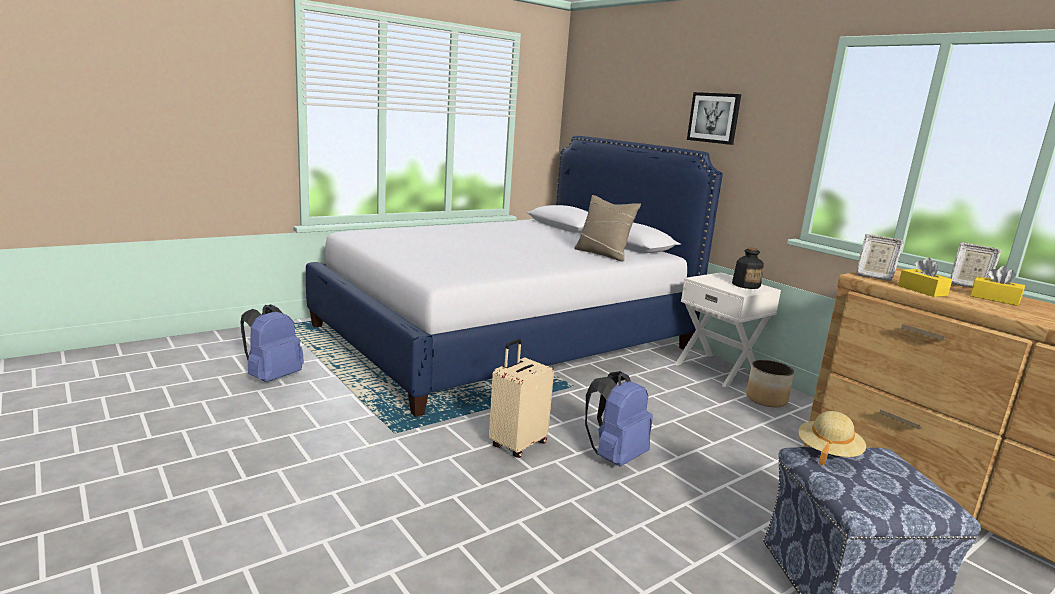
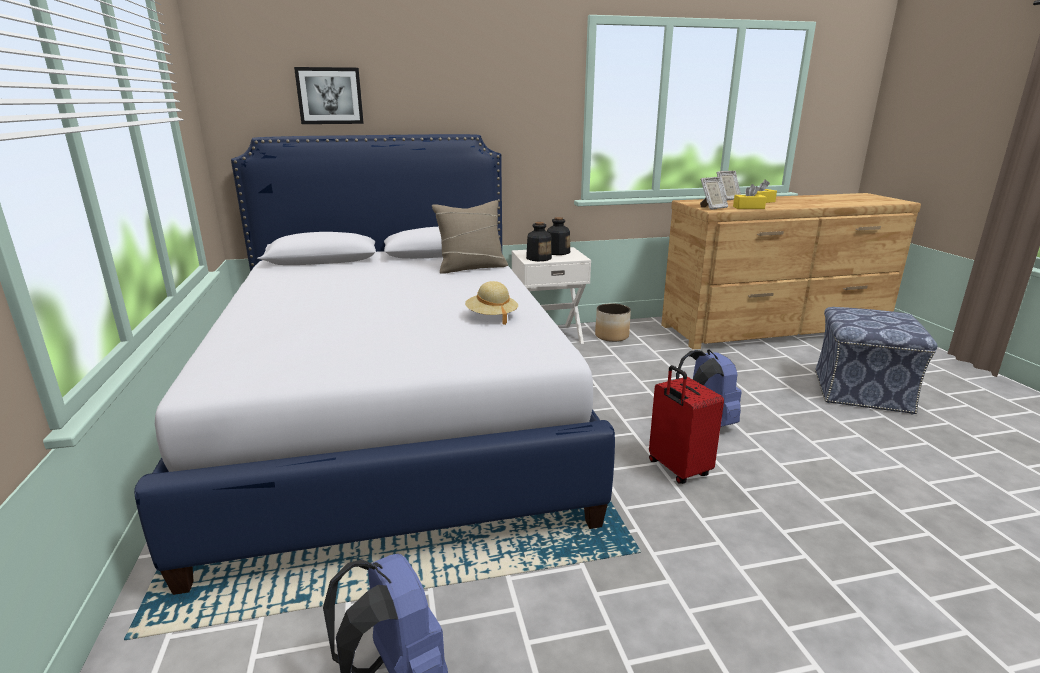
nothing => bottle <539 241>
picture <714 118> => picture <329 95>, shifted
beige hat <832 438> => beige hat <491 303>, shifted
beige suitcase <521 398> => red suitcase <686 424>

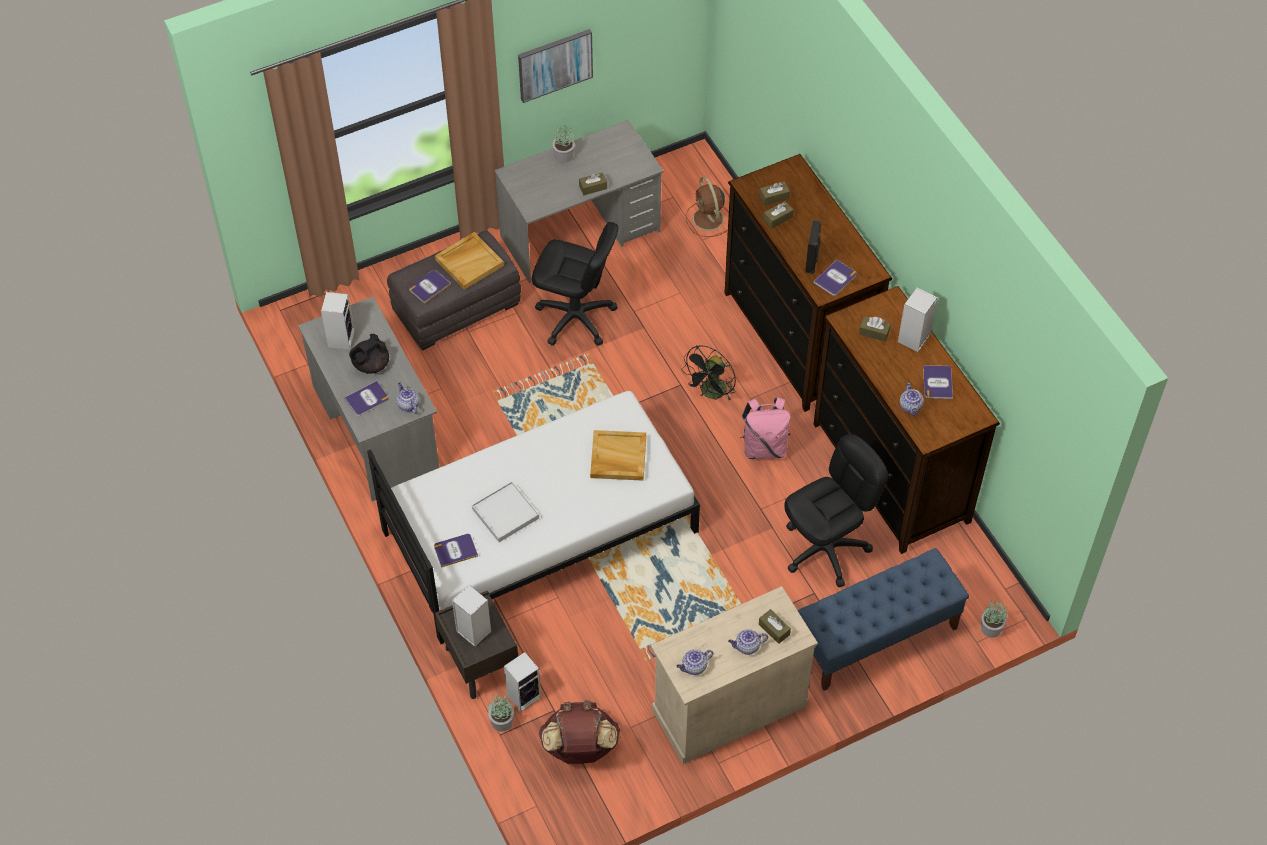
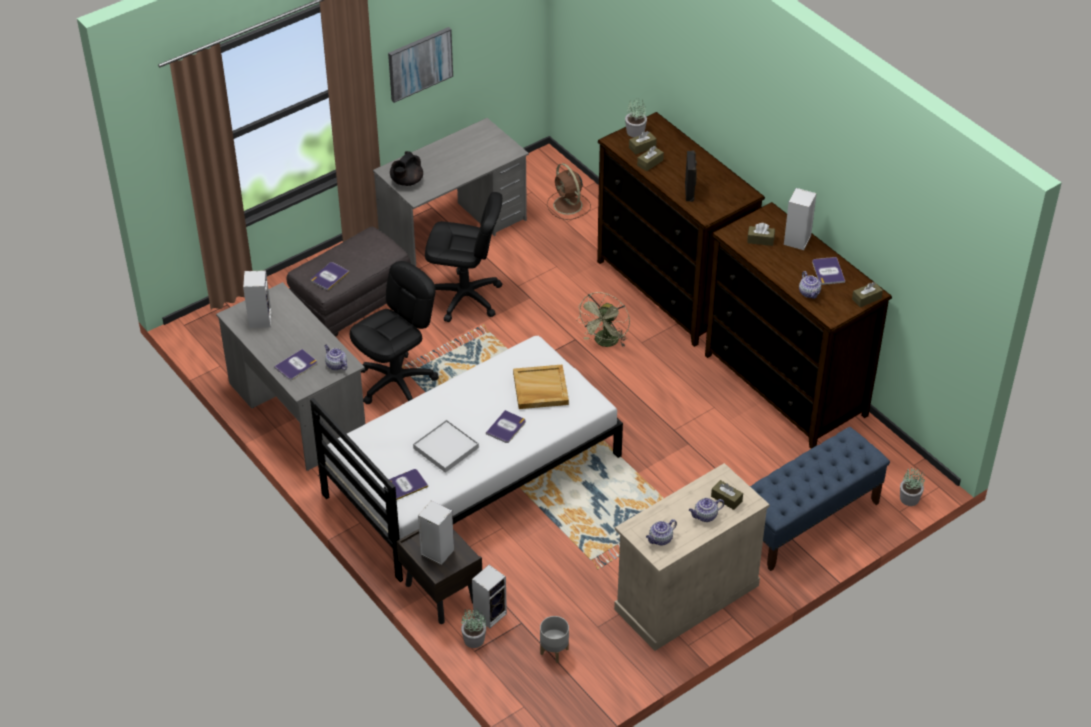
beige tray <469 261> => nothing
pink backpack <765 428> => nothing
black teapot <369 354> => black teapot <406 168>, shifted
potted plant <563 144> => potted plant <636 117>, shifted
brown tissue box <593 183> => brown tissue box <867 294>, shifted
black office chair <836 510> => black office chair <394 332>, shifted
book <835 278> => book <506 426>, shifted
brown backpack <579 732> => grey planter <554 639>
black fan <708 373> => green fan <603 319>

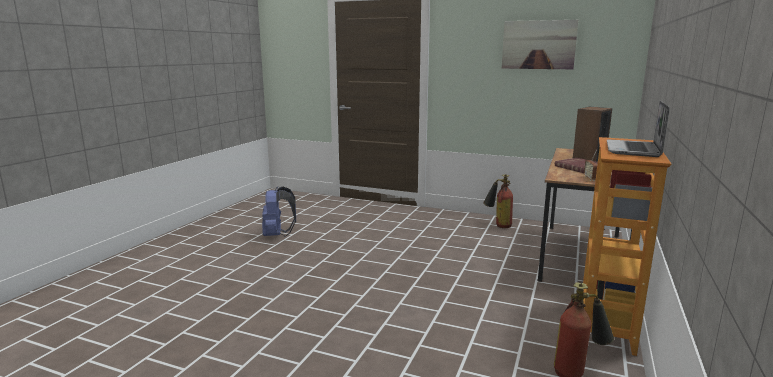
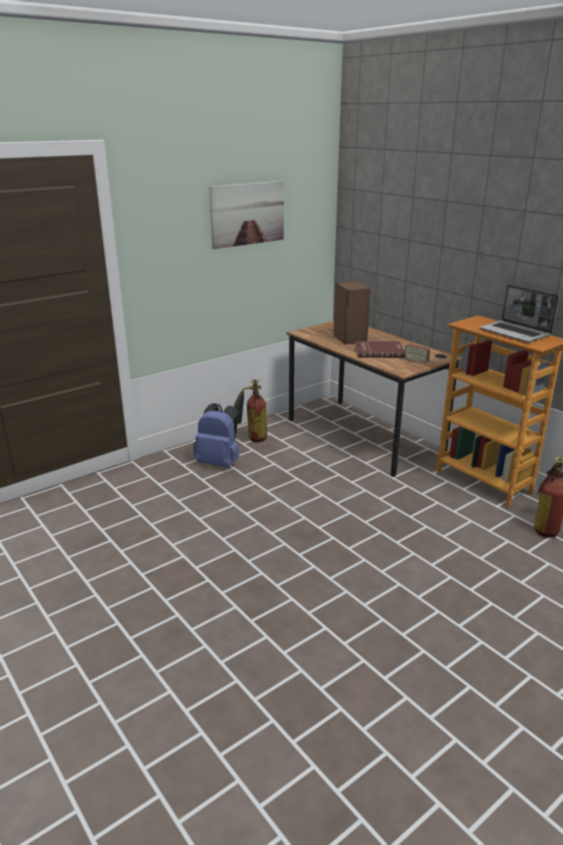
blue backpack <279 211> => blue backpack <216 435>, shifted

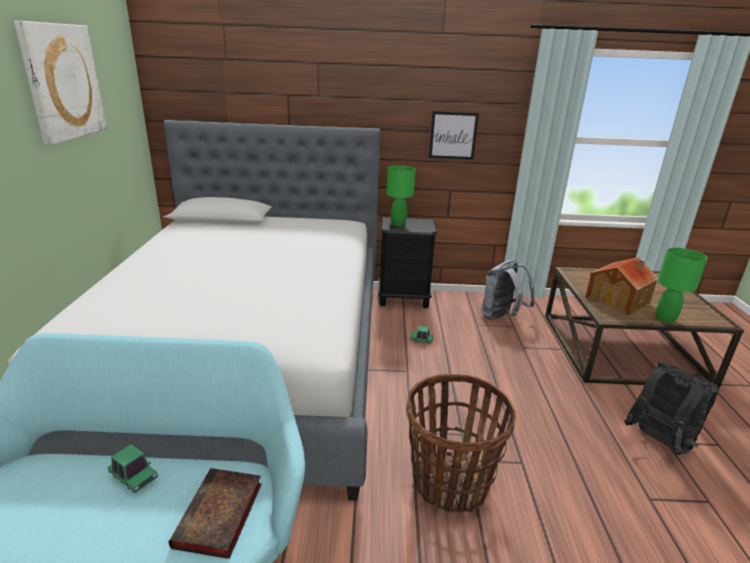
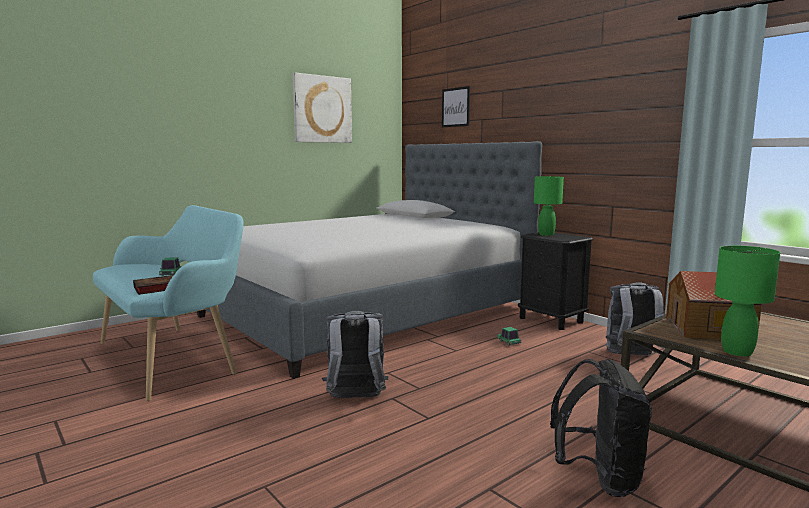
picture <454 135> => picture <456 106>, shifted
basket <461 443> => grey backpack <355 354>

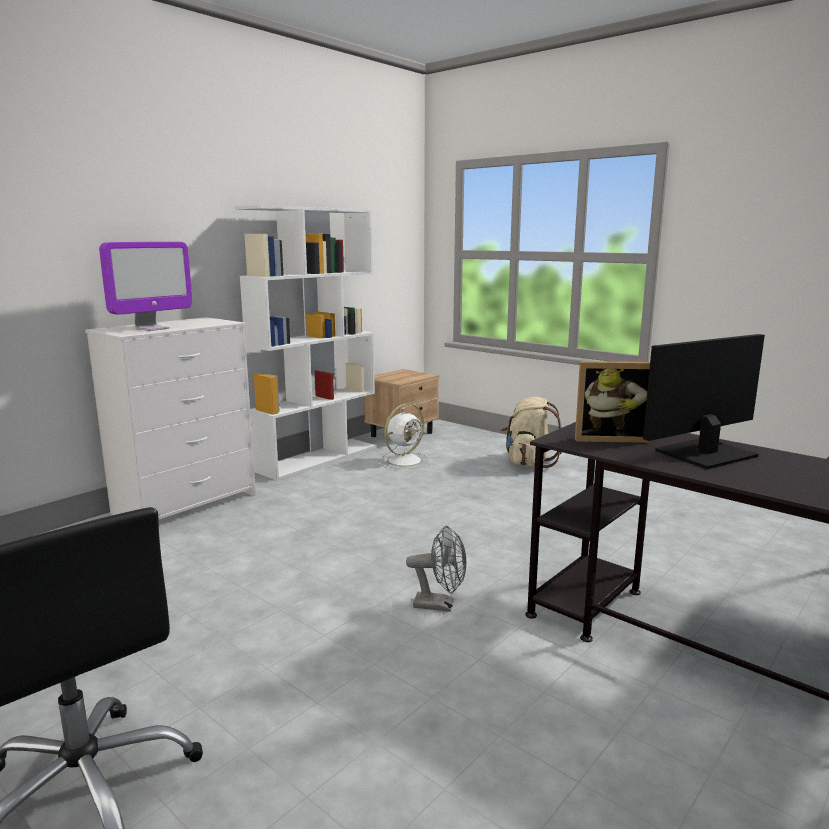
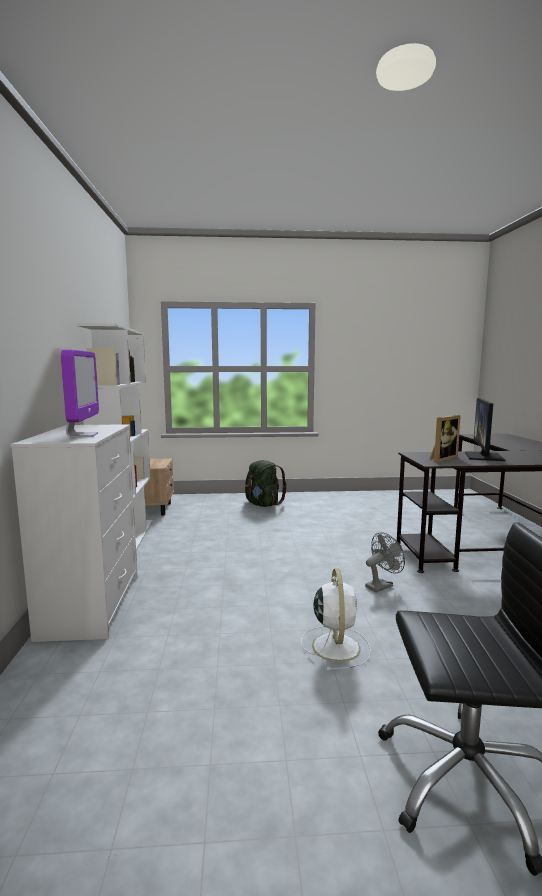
white fan <404 436> => white fan <336 620>, shifted
beige backpack <531 432> => green backpack <266 483>

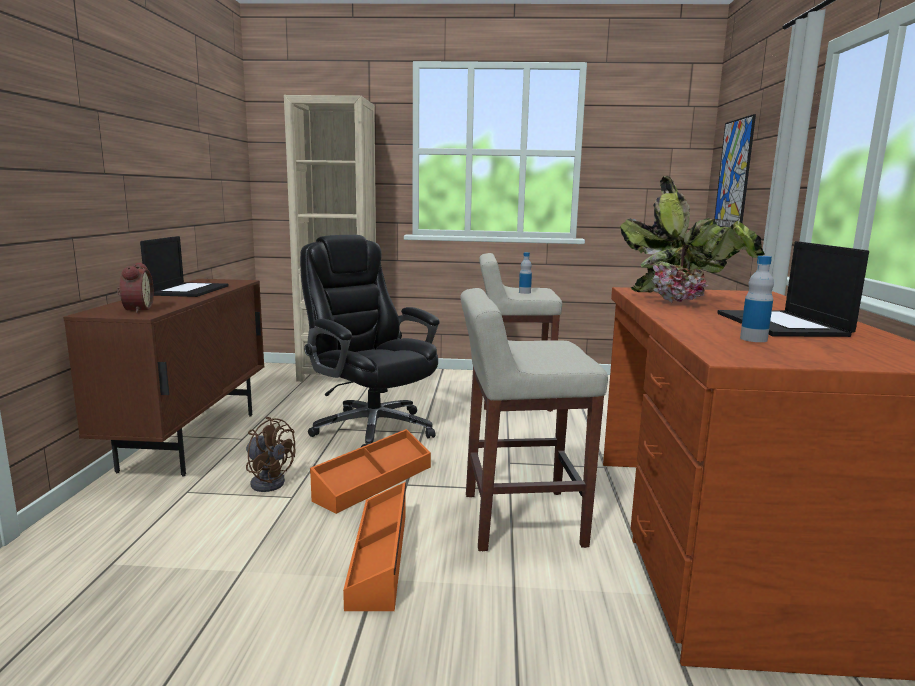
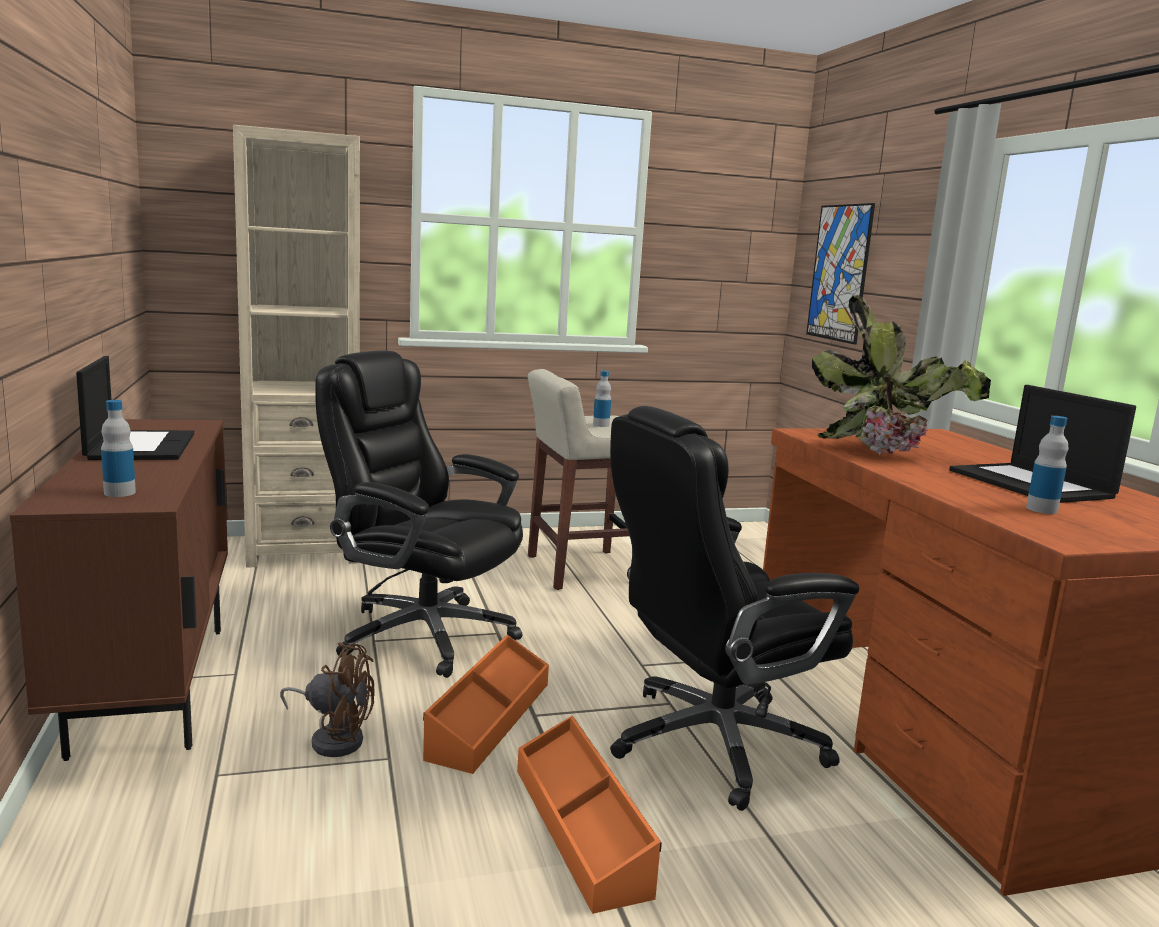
alarm clock <135 287> => bottle <118 448>
beige stool <534 419> => black office chair <734 608>

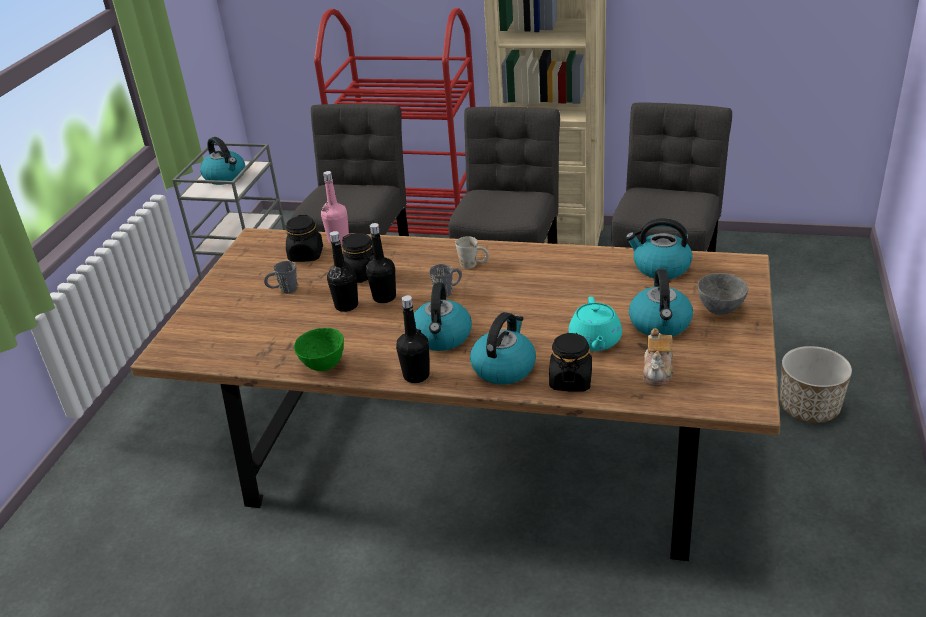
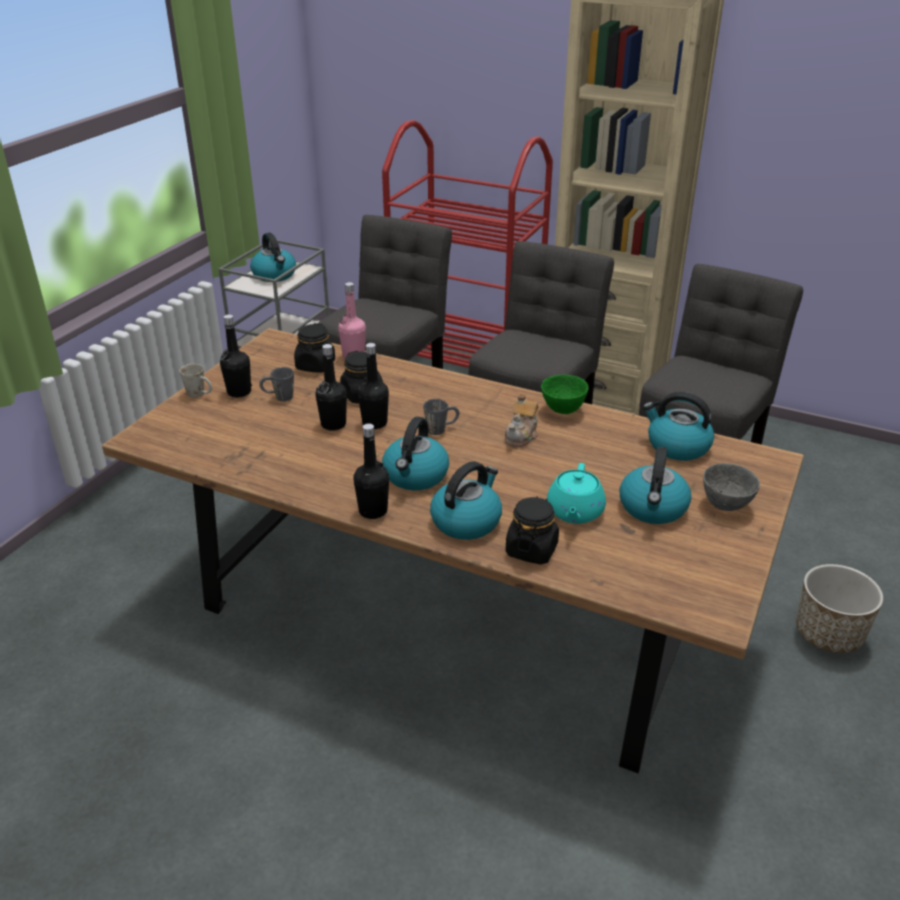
nothing => black bottle <236 356>
green bowl <319 349> => green bowl <564 394>, shifted
white mug <472 252> => white mug <195 381>, shifted
teapot <659 357> => teapot <522 420>, shifted

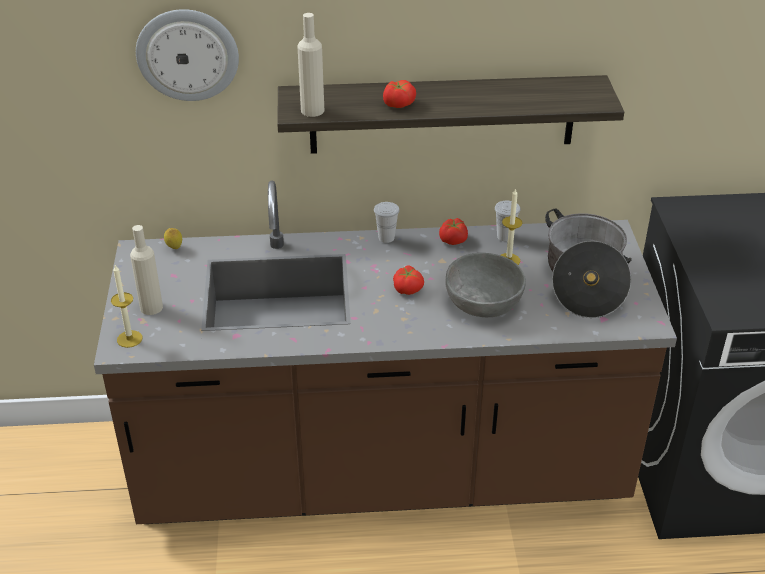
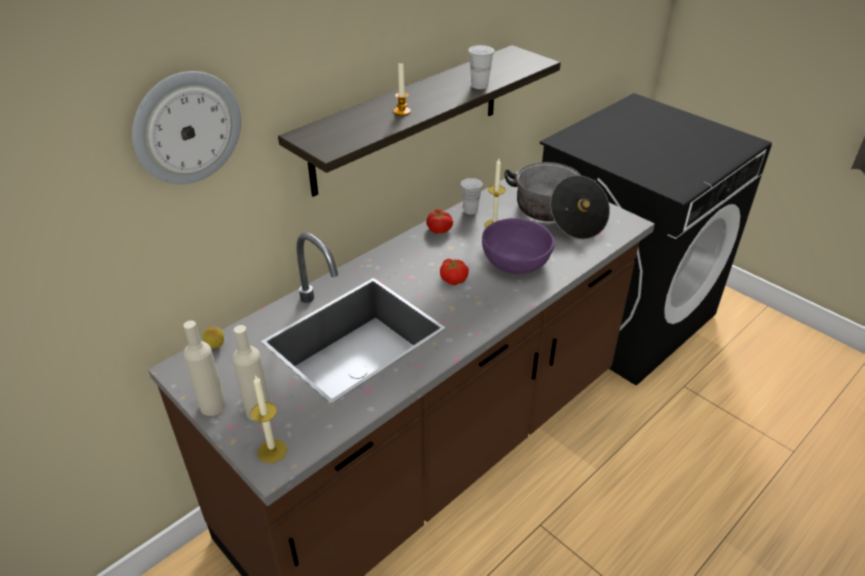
beige bottle <310 65> => beige bottle <204 368>, shifted
white cup <387 222> => white cup <481 67>, shifted
tomato <399 94> => candle <402 89>
grey bowl <485 285> => purple bowl <518 246>

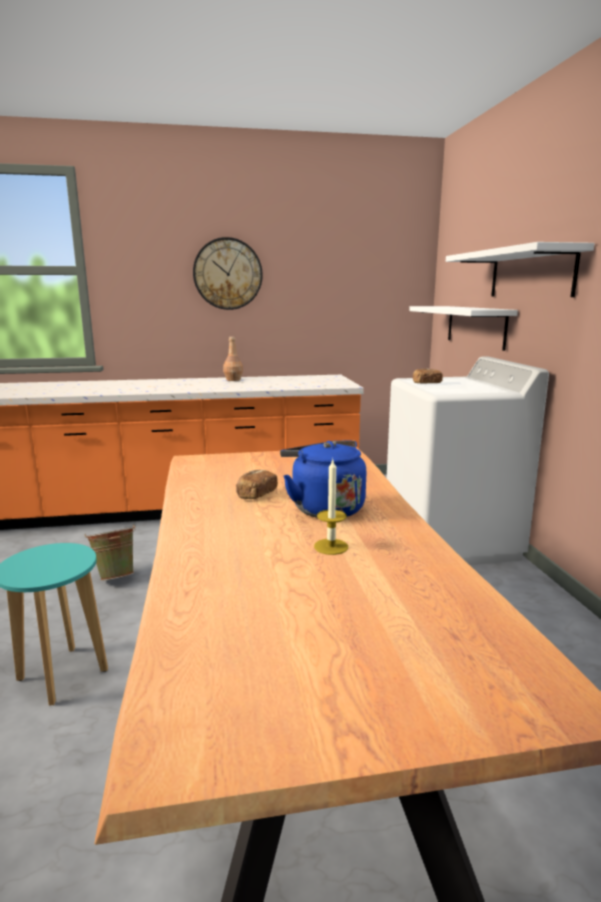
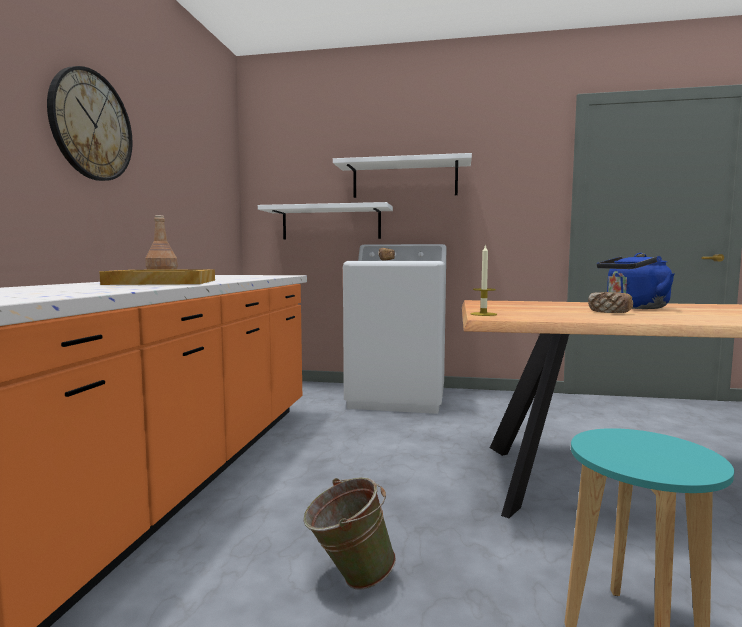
nothing => beige tray <157 277>
candle <331 507> => candle <483 280>, shifted

